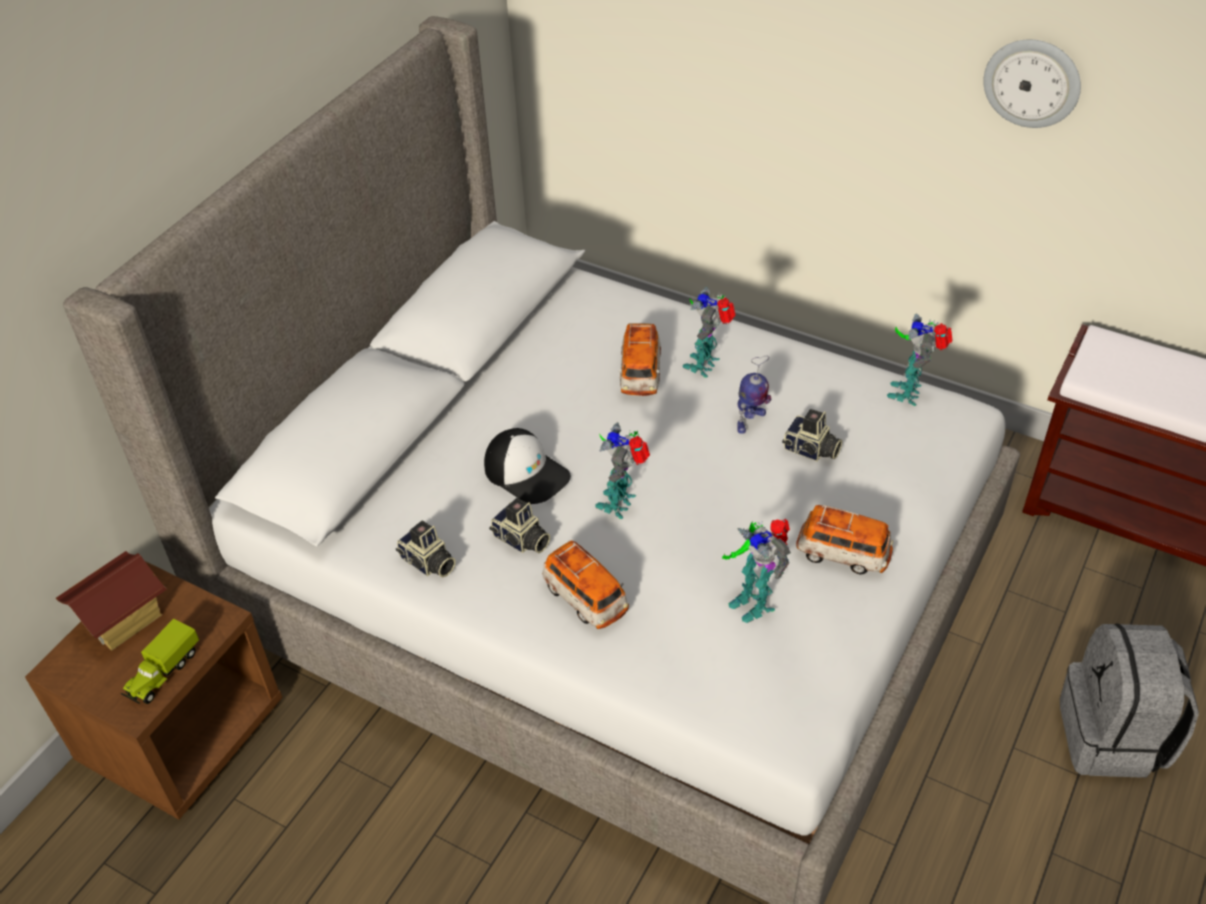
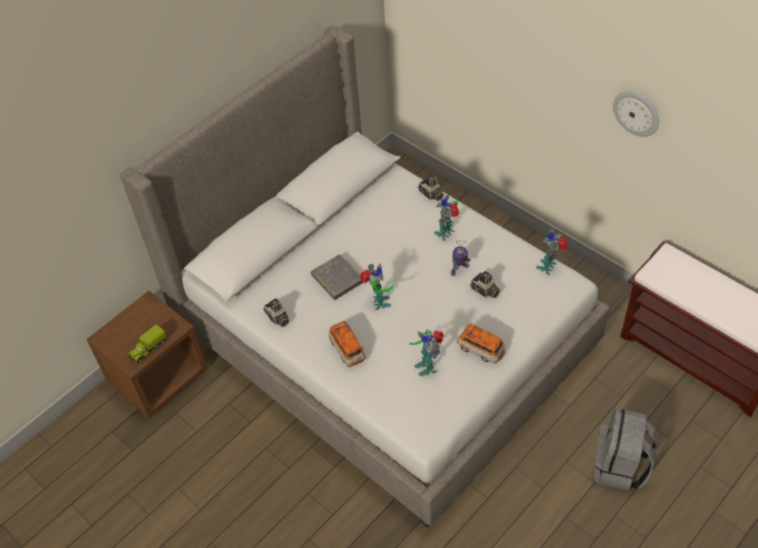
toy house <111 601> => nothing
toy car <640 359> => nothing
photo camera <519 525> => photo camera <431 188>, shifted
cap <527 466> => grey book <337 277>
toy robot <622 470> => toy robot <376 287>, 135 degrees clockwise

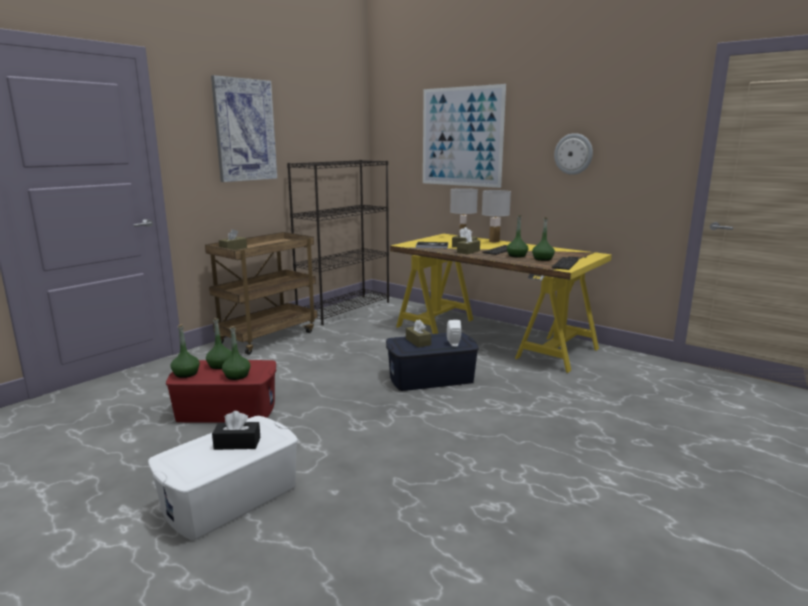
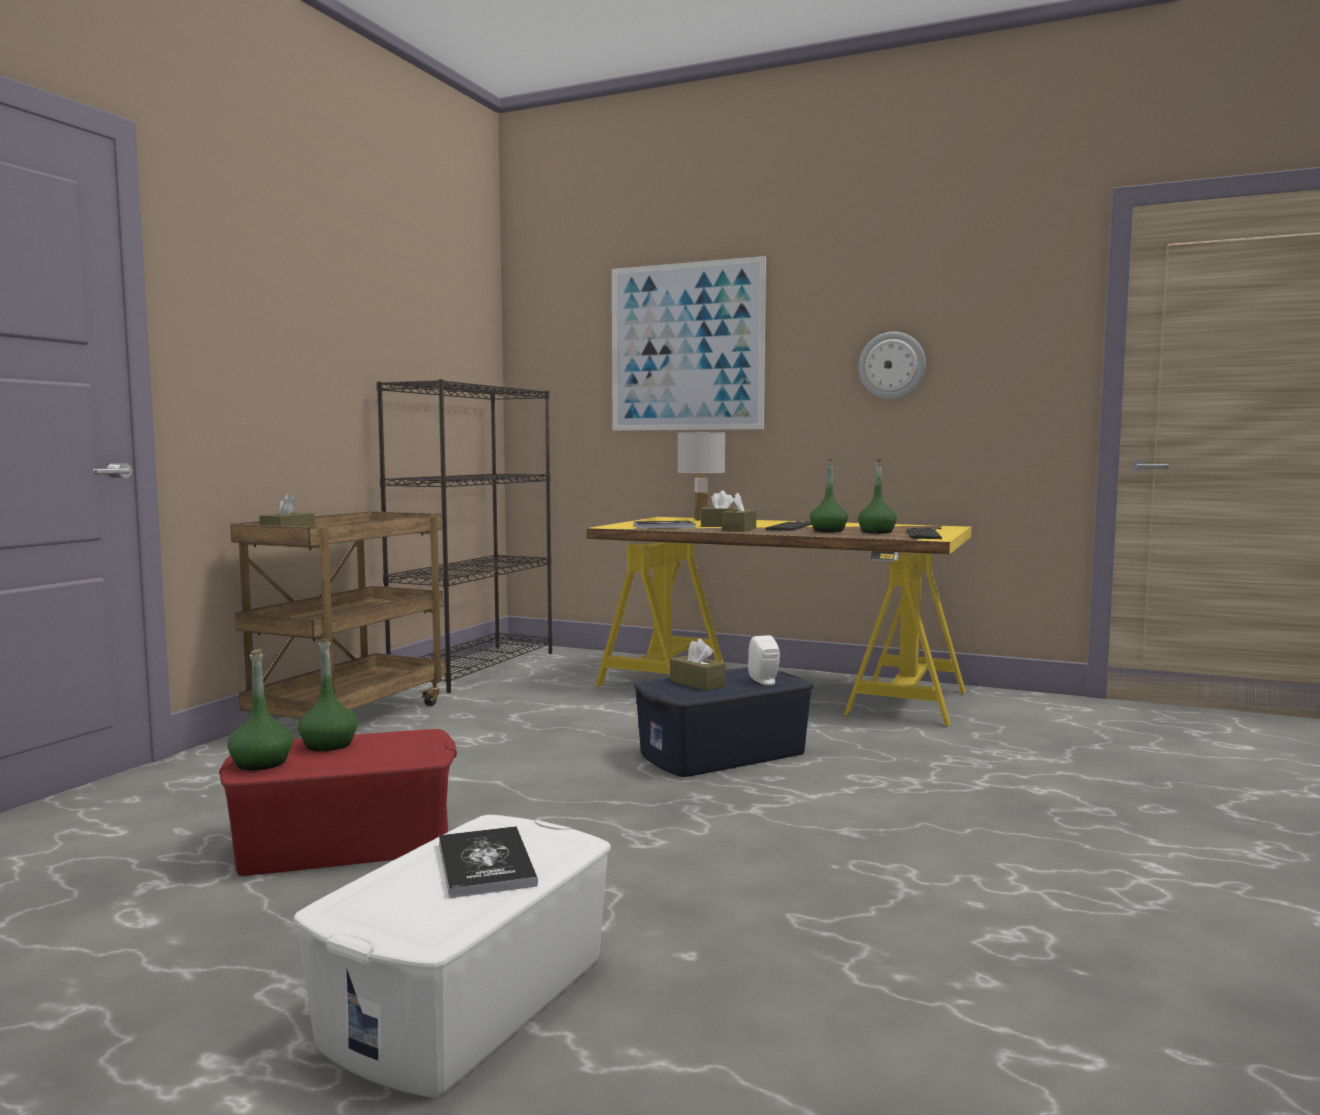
picture <244 128> => nothing
green bottle <236 353> => nothing
white table lamp <496 216> => nothing
black tissue box <236 430> => book <488 862>

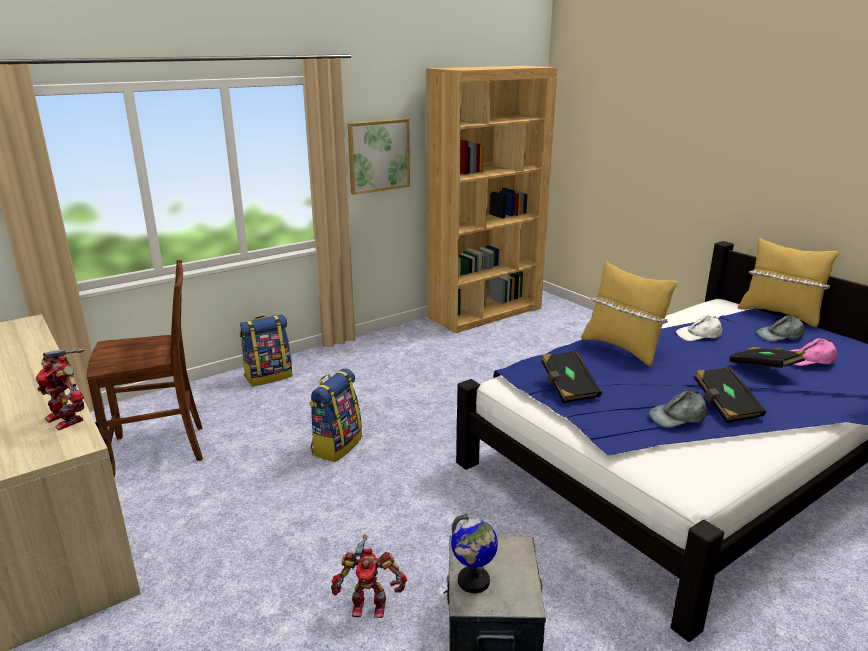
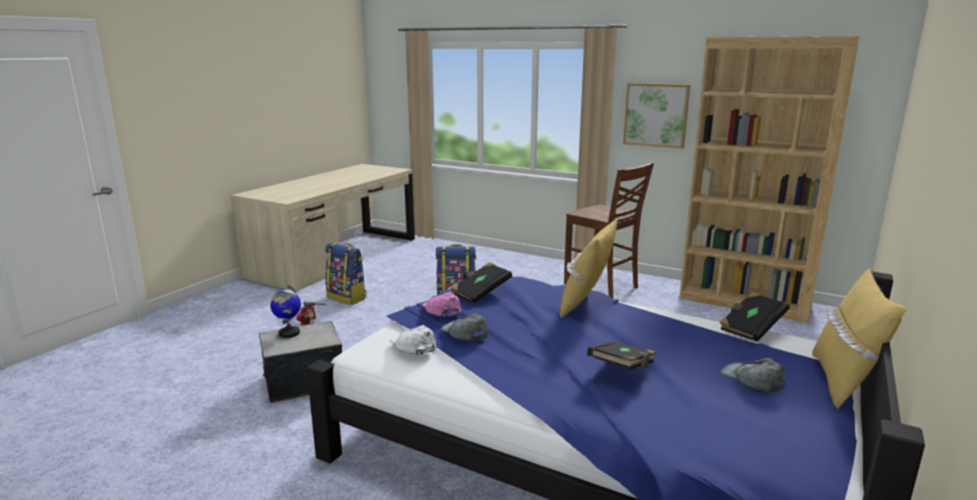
toy robot <60 389> => nothing
brown chair <145 368> => brown chair <609 230>, shifted
backpack <266 350> => backpack <346 274>, shifted
white cap <699 328> => white cap <413 340>, shifted
black book <730 395> => black book <754 317>, shifted
pink cap <813 352> => pink cap <441 304>, shifted

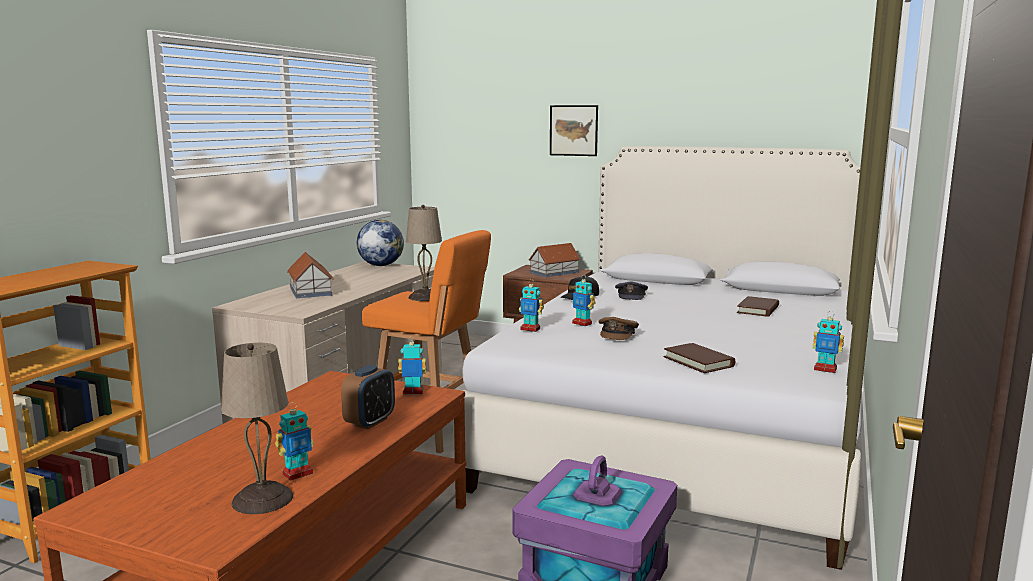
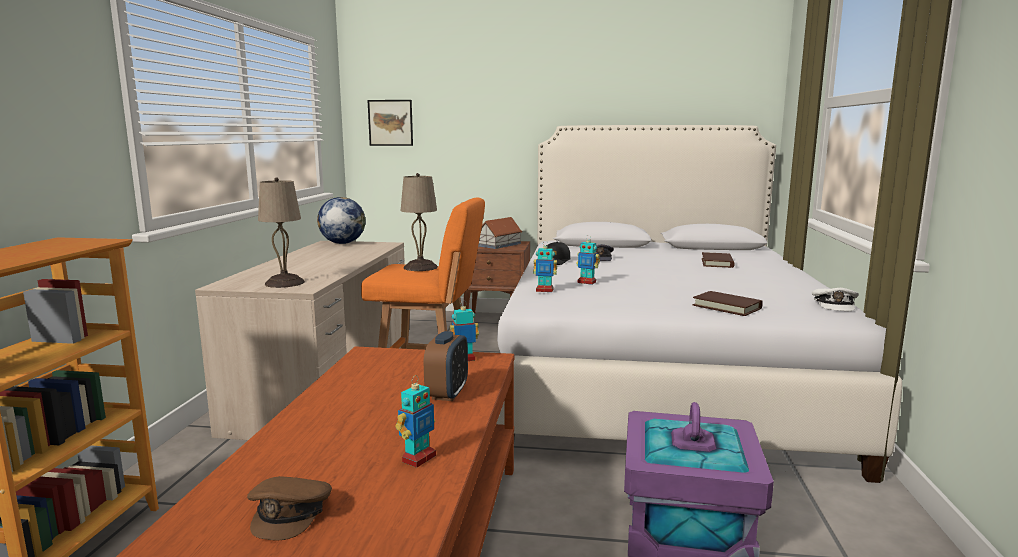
toy house <310 275> => nothing
beige table lamp <257 428> => beige table lamp <281 232>, shifted
picture <574 130> => picture <390 123>, shifted
brown cap <618 328> => brown cap <289 508>, shifted
toy robot <828 342> => white cap <835 299>

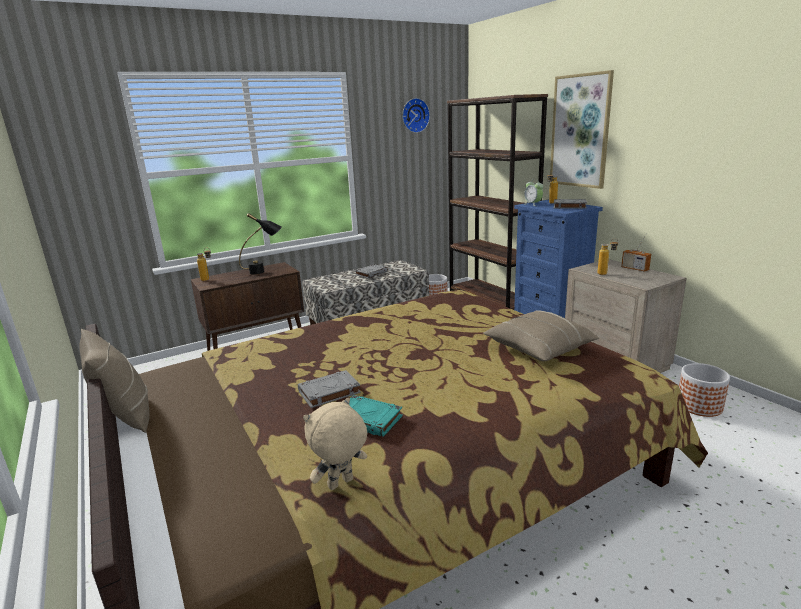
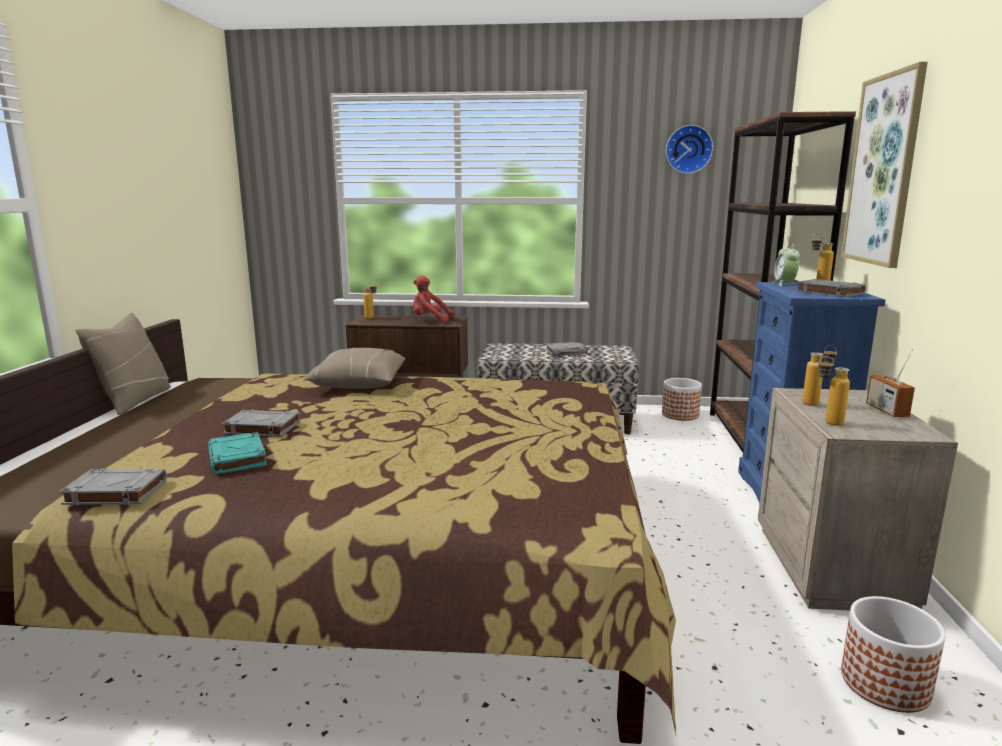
nothing => bottle <834 391>
beige pillow <541 335> => beige pillow <354 368>, shifted
black table lamp <260 244> => red plush toy <434 299>
beige plush toy <335 443> => grey book <113 486>

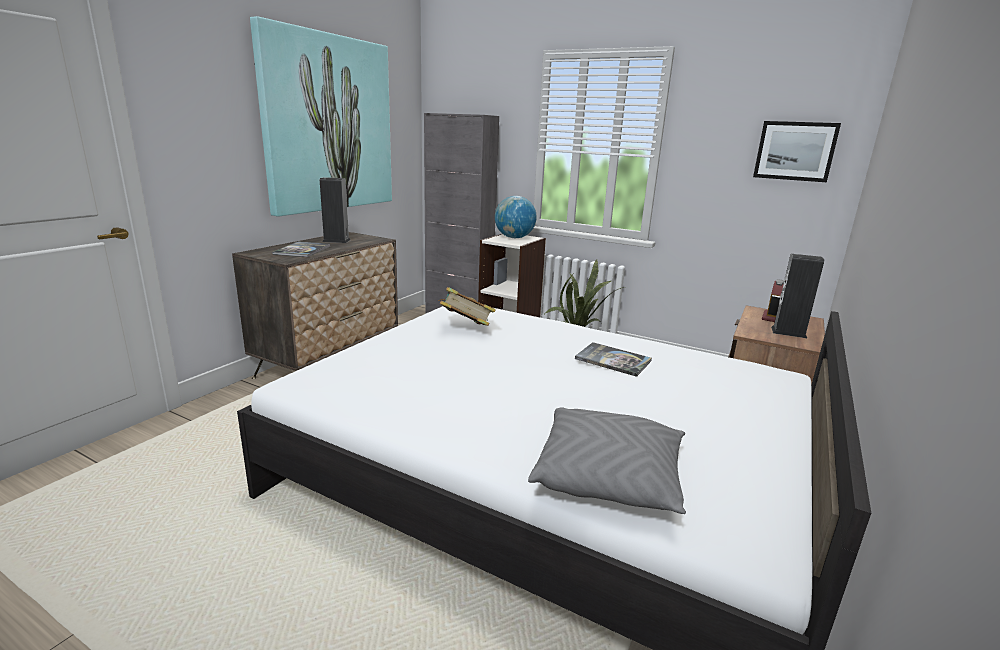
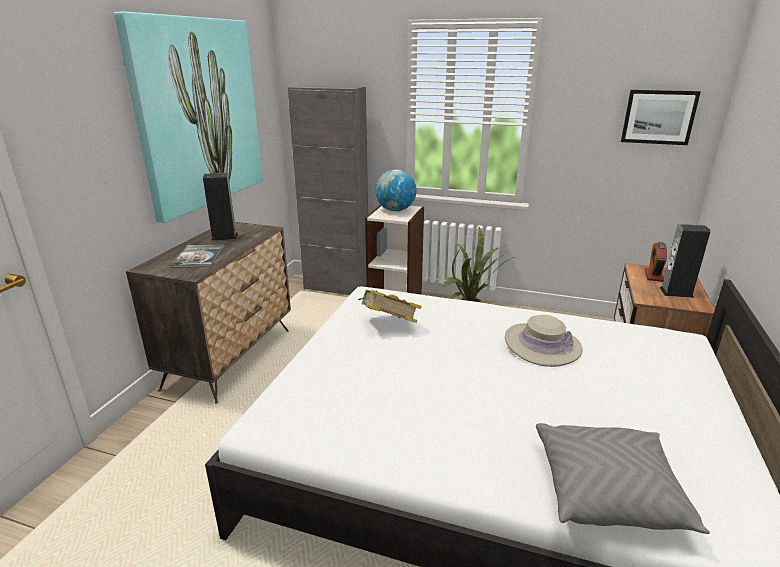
book <613 359> => beige hat <544 341>

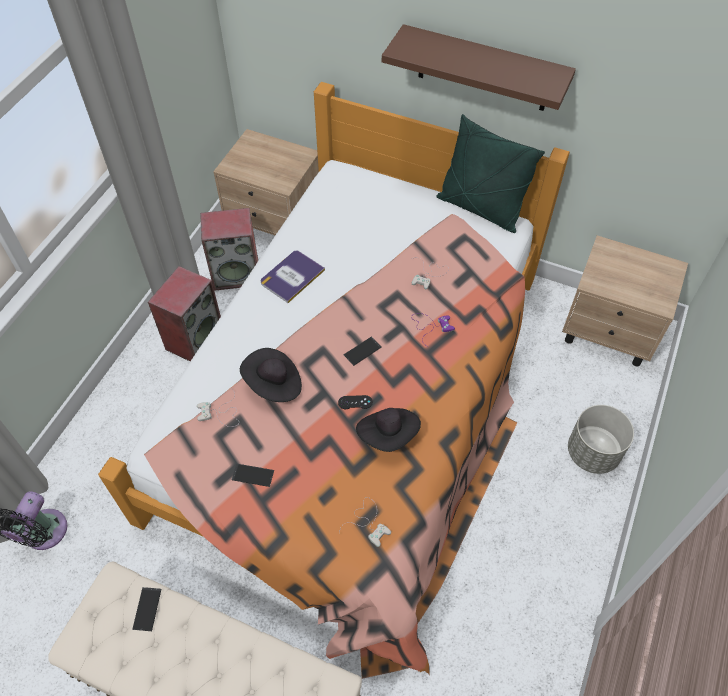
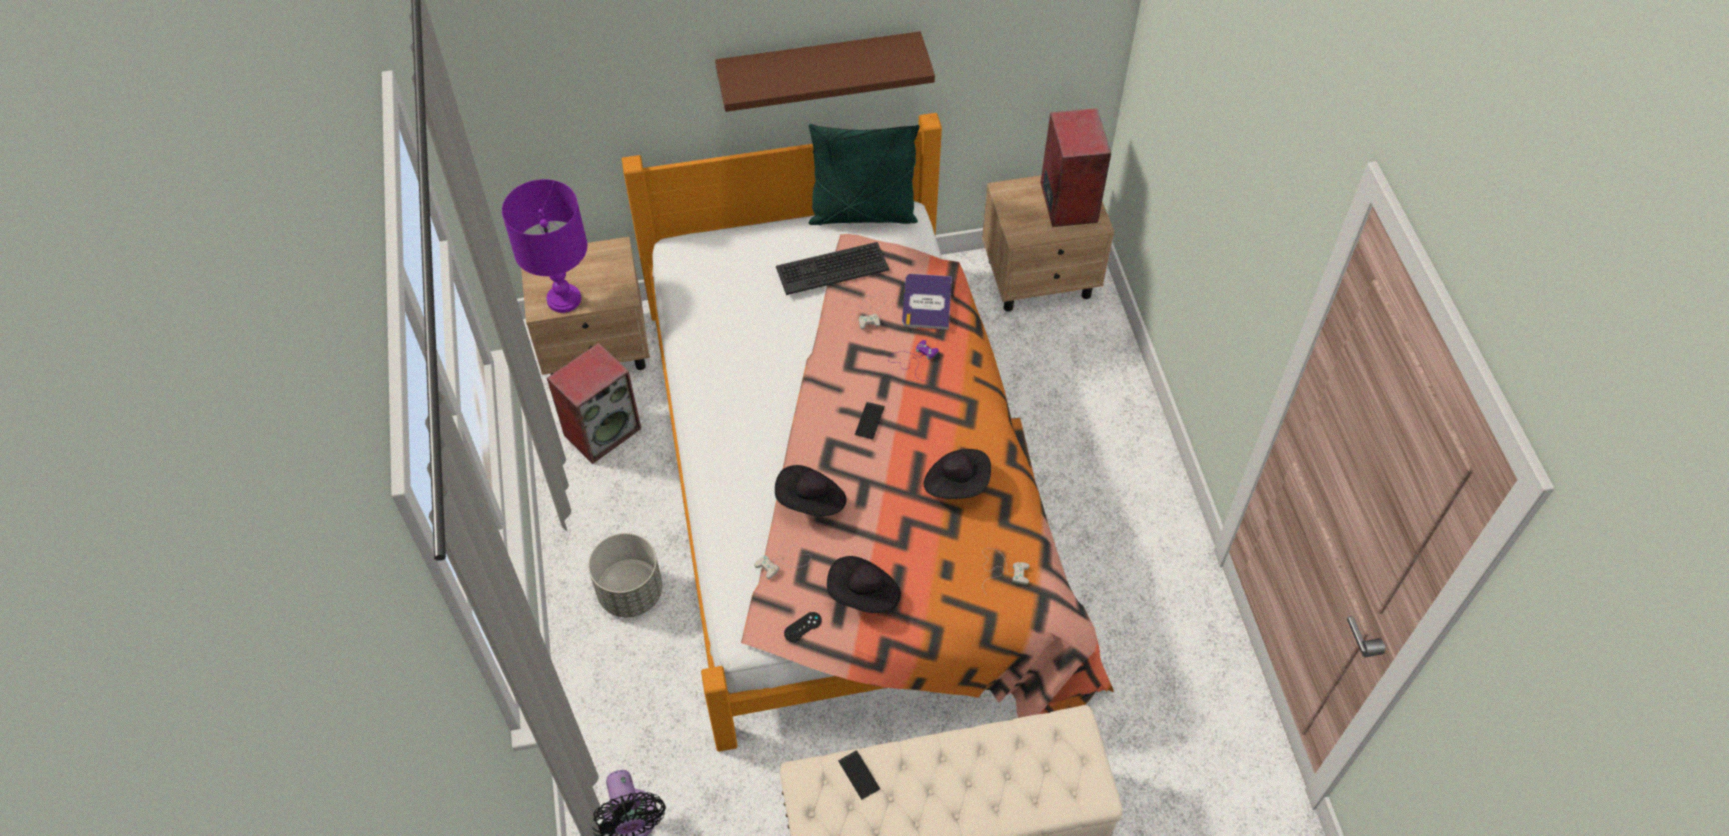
nothing => purple table lamp <544 246>
nothing => keyboard <832 268>
speaker <184 313> => speaker <1075 167>, shifted
book <293 277> => book <927 302>, shifted
black game controller <355 402> => black game controller <803 627>, shifted
grey planter <601 439> => grey planter <625 575>, shifted
phone <253 475> => black hat <864 584>

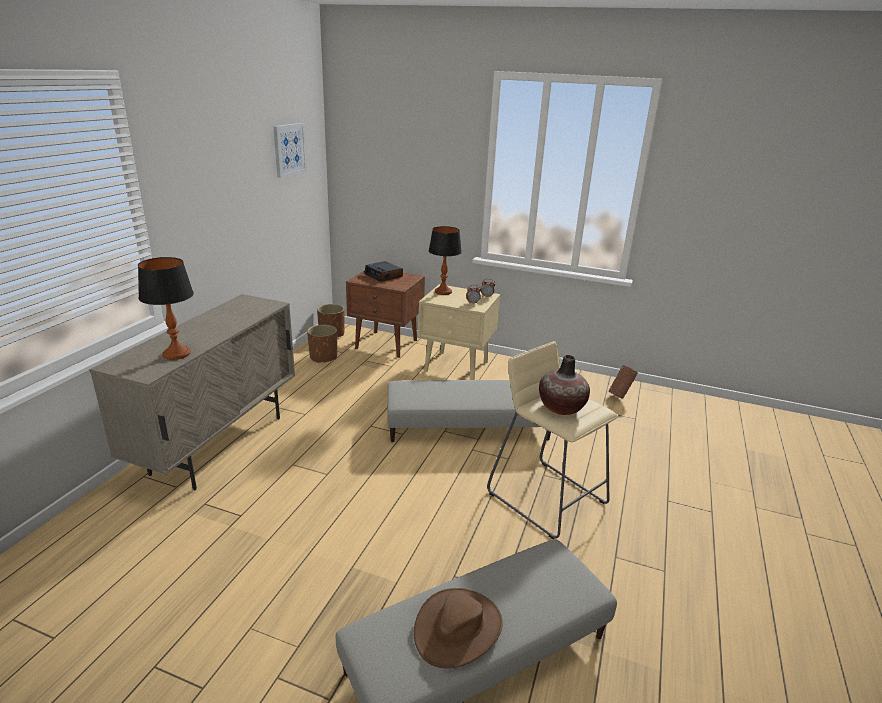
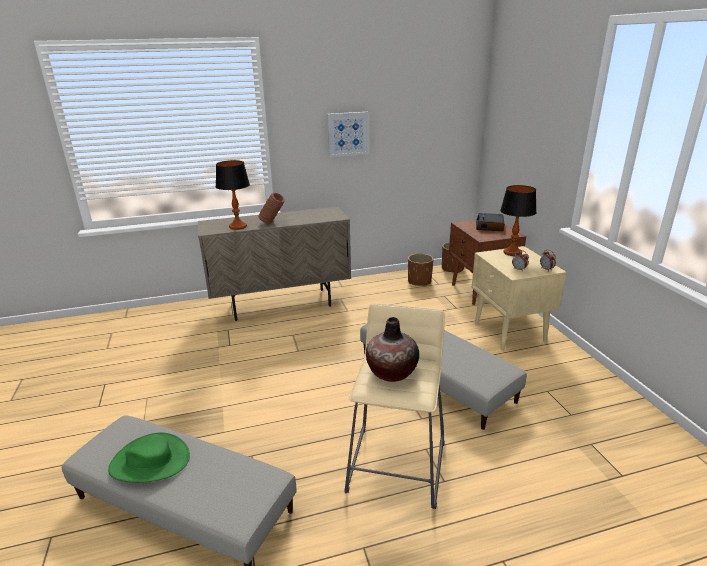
picture <290 150> => picture <348 134>, shifted
brown vase <623 382> => brown vase <271 208>, shifted
brown hat <458 628> => green hat <149 457>

